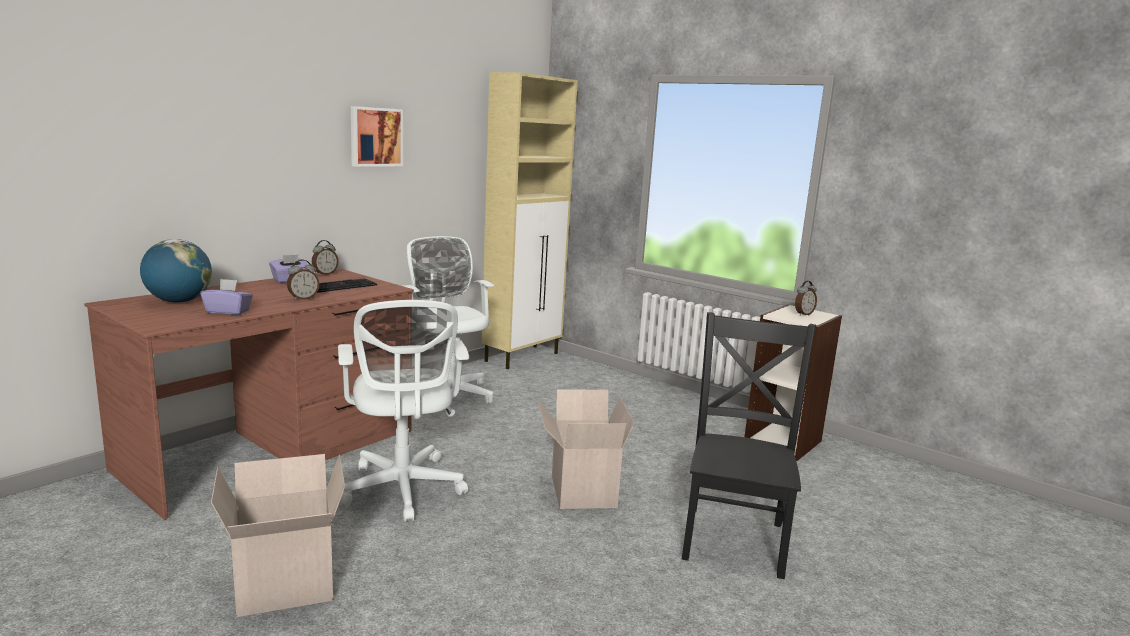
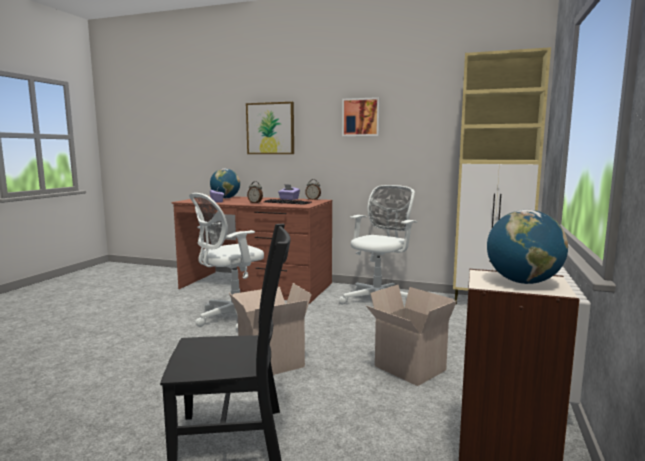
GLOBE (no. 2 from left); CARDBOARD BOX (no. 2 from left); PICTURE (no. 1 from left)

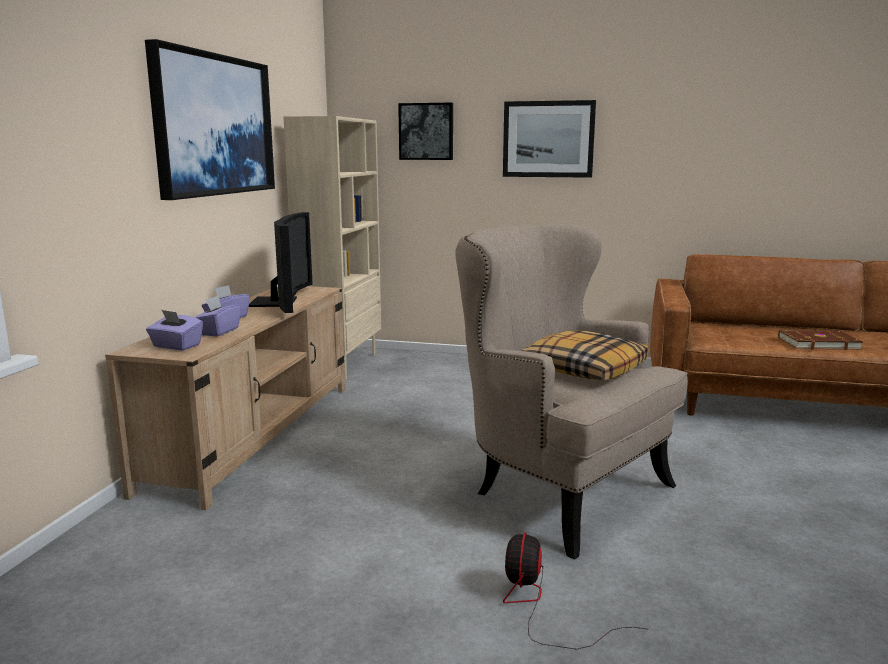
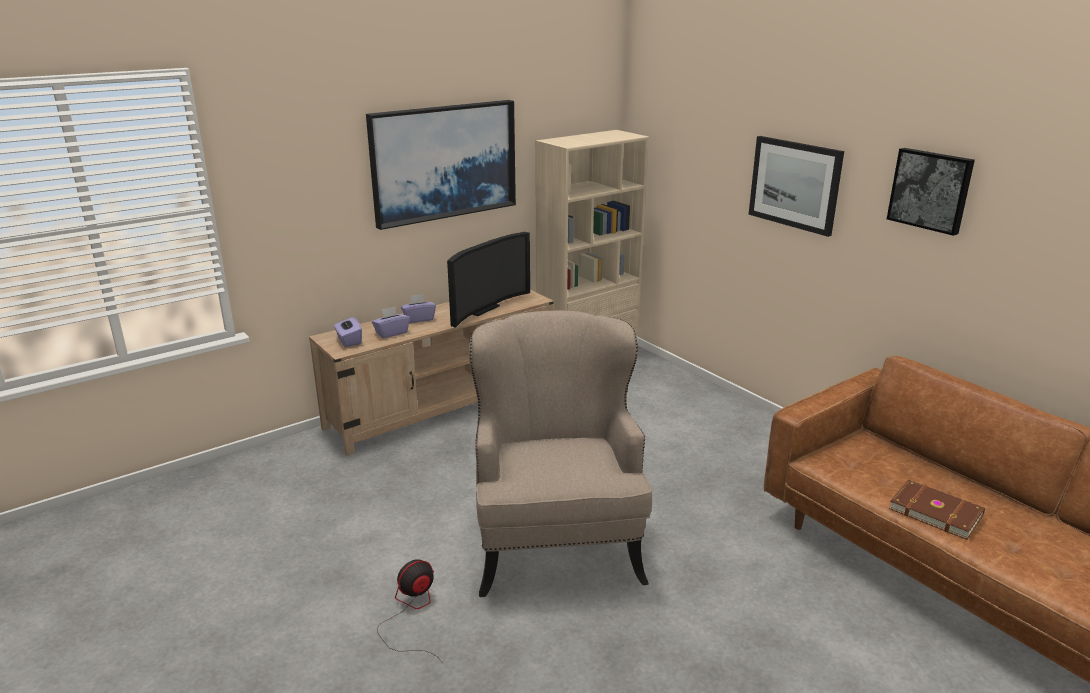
PICTURE (no. 3 from left); PILLOW

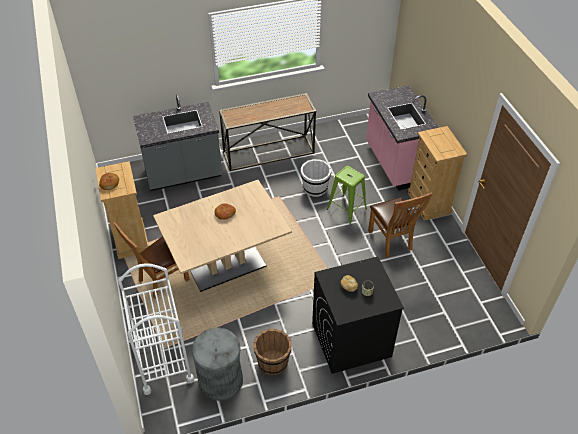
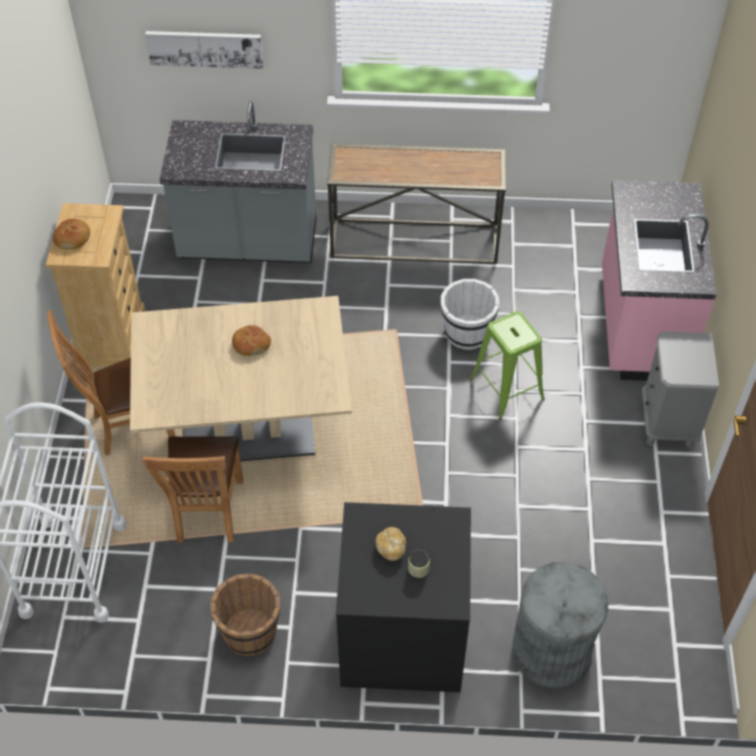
GREY NIGHTSTAND; BROWN CHAIR (no. 2 from left); GREY TRASH CAN; PICTURE

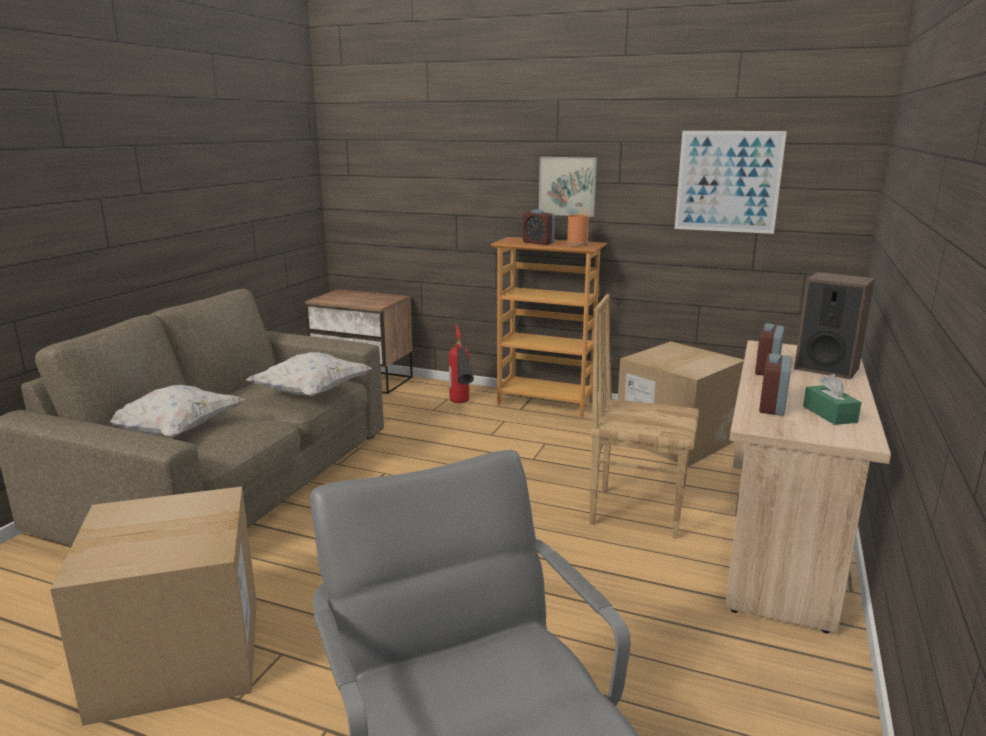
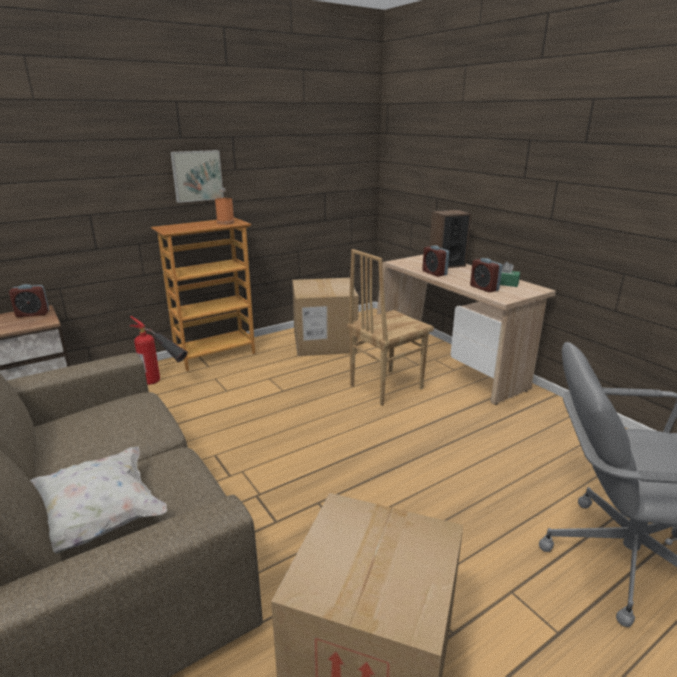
PICTURE (no. 2 from left in the first image); ALARM CLOCK (no. 1 from left); WHITE PILLOW (no. 2 from left in the first image)

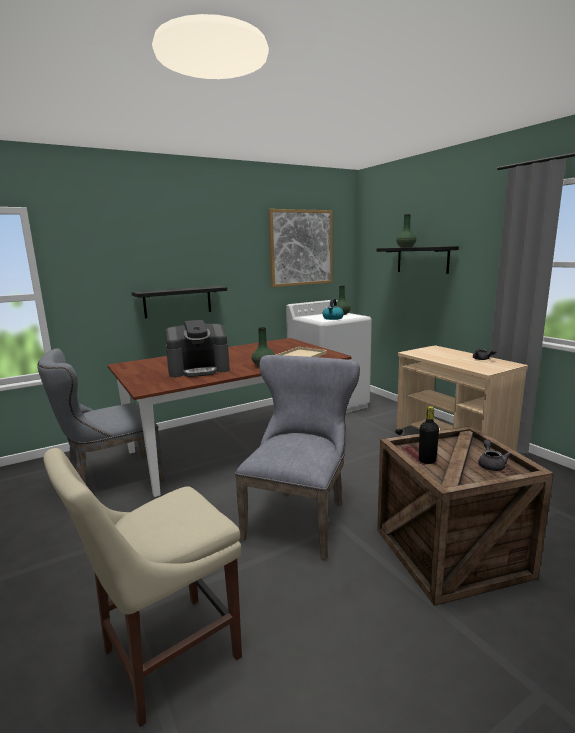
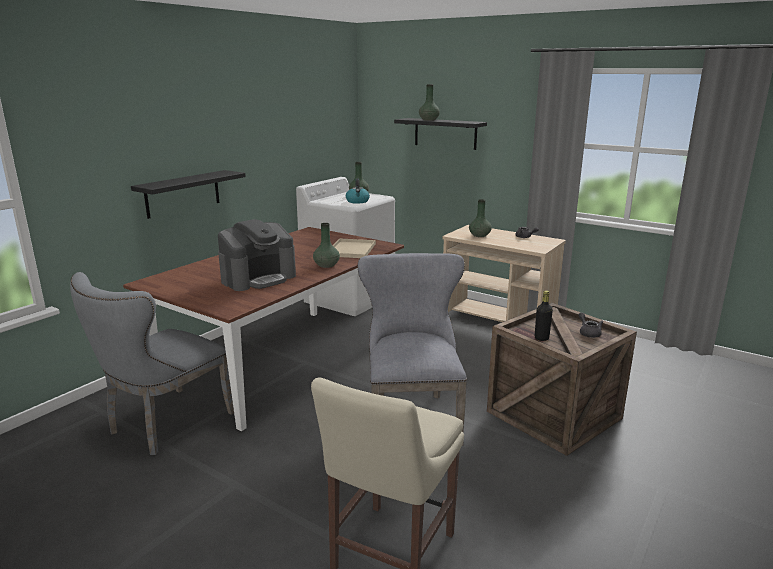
PICTURE; GREEN VASE (no. 4 from left)

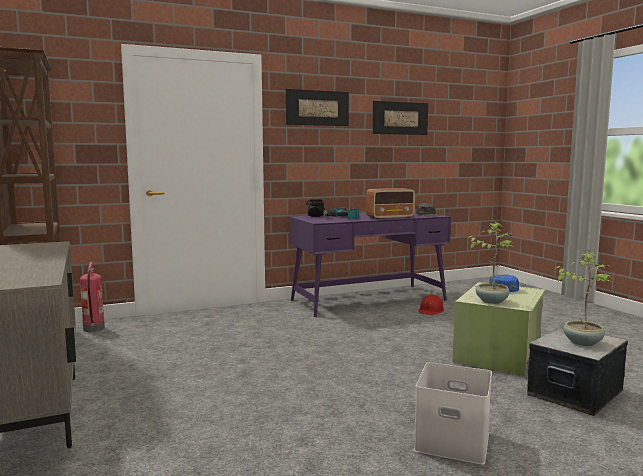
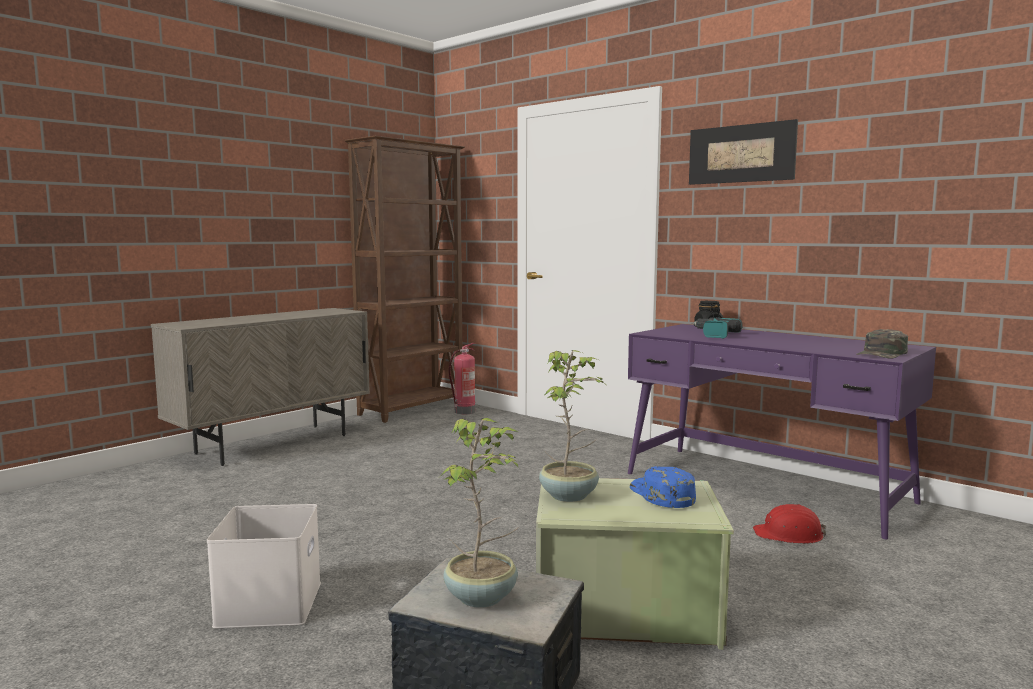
PICTURE (no. 2 from left in the first image); RADIO

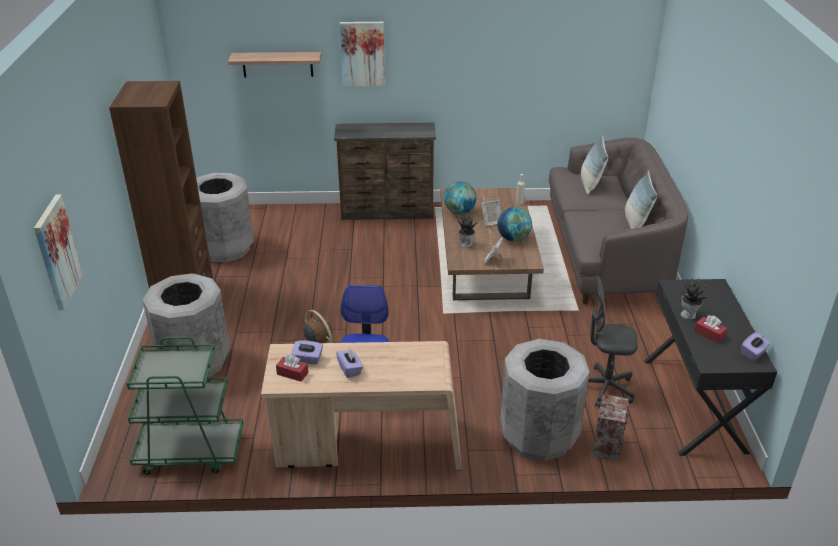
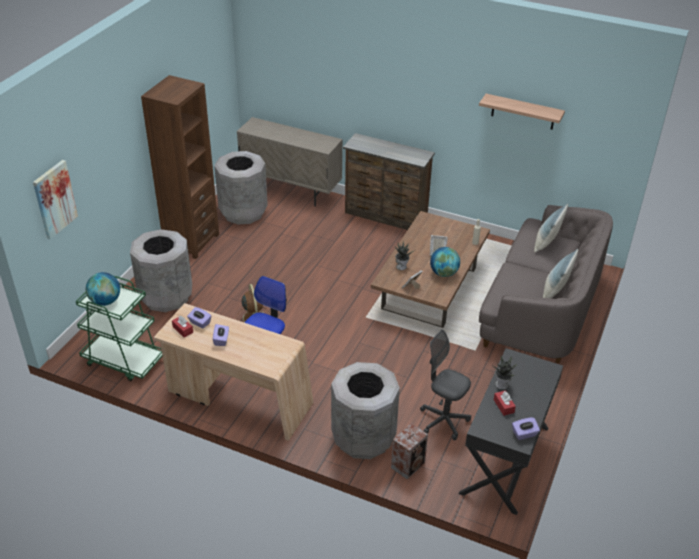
PICTURE (no. 2 from left in the first image); SHELF; GLOBE (no. 1 from left); BEIGE CABINET

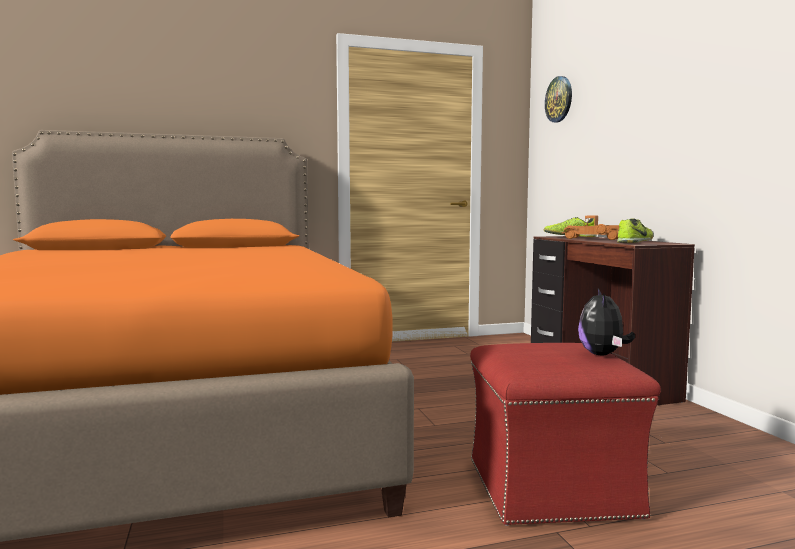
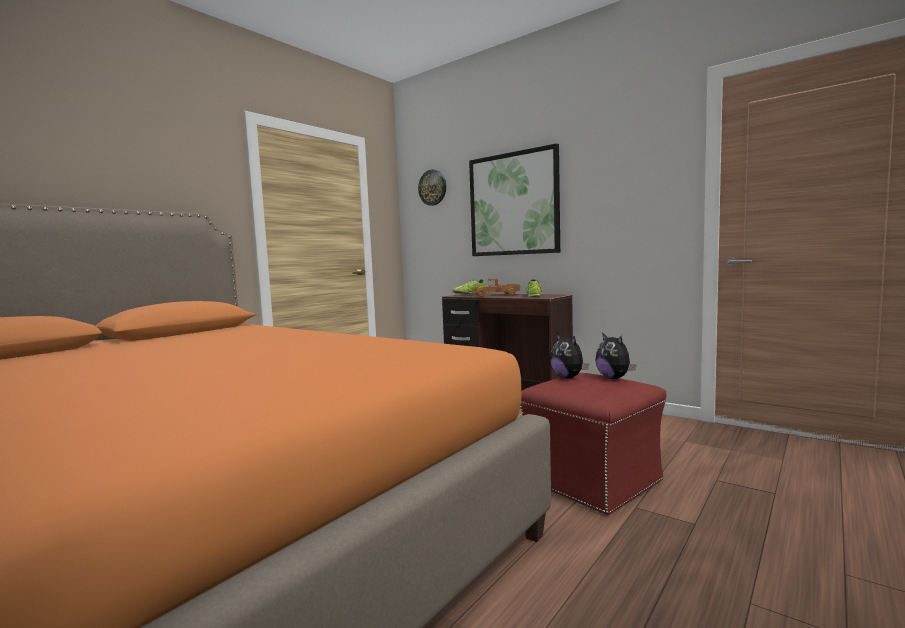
PICTURE; PLUSH TOY (no. 1 from left)

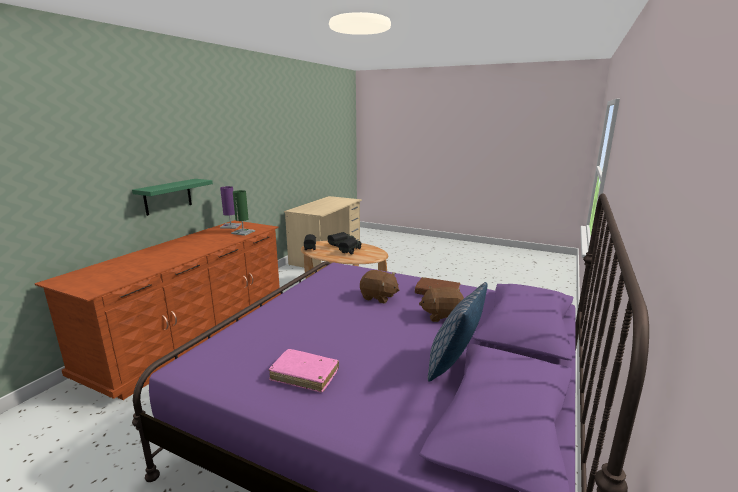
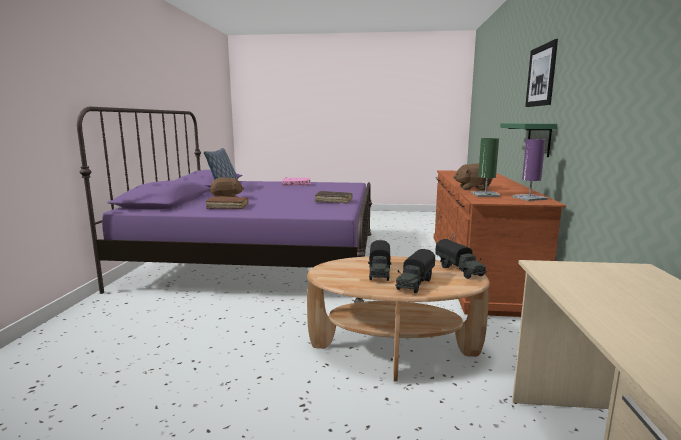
BROWN PLUSH TOY (no. 2 from left); PICTURE; BROWN BOOK (no. 2 from left)

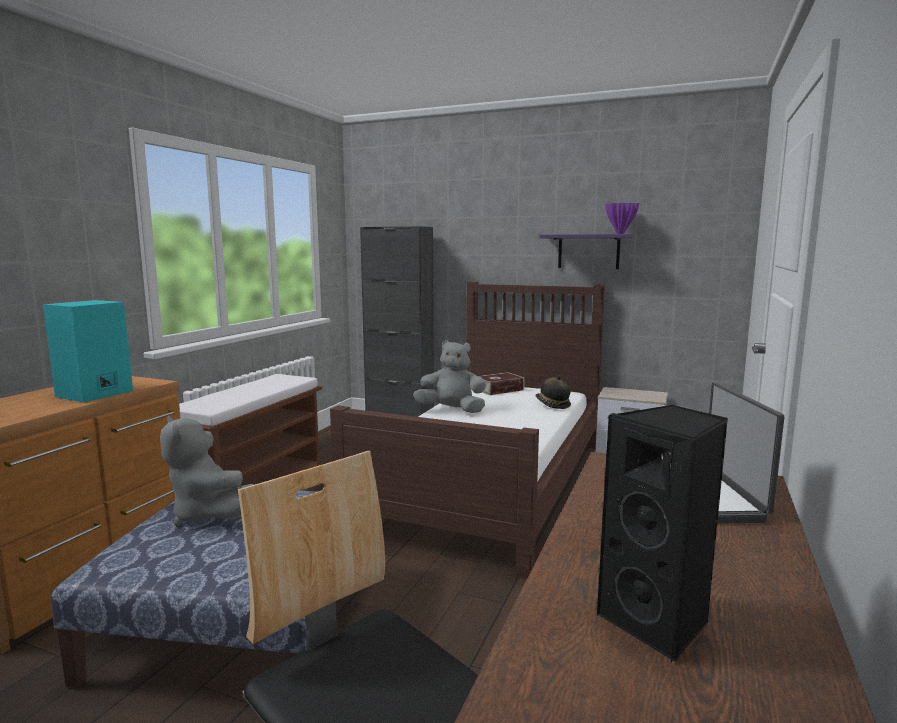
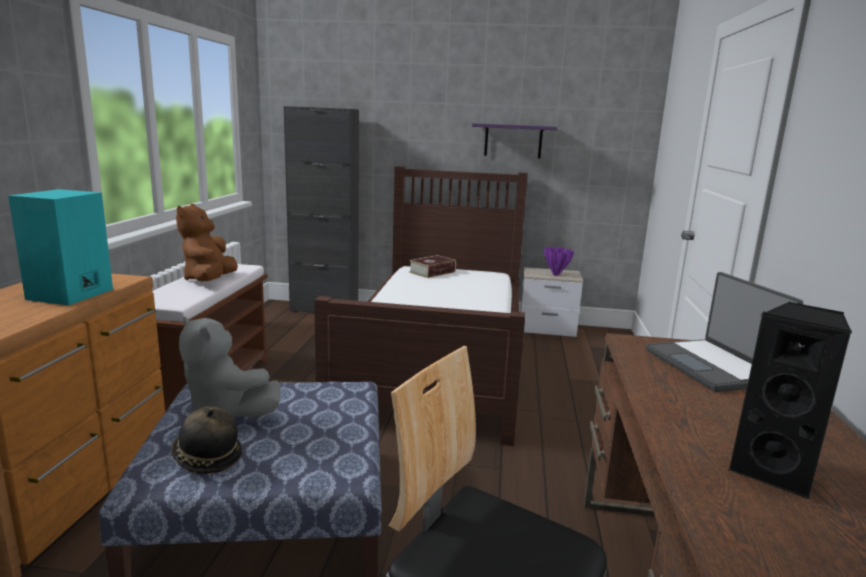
PURPLE VASE; GREY PLUSH TOY (no. 2 from left in the first image); HAT; BROWN PLUSH TOY

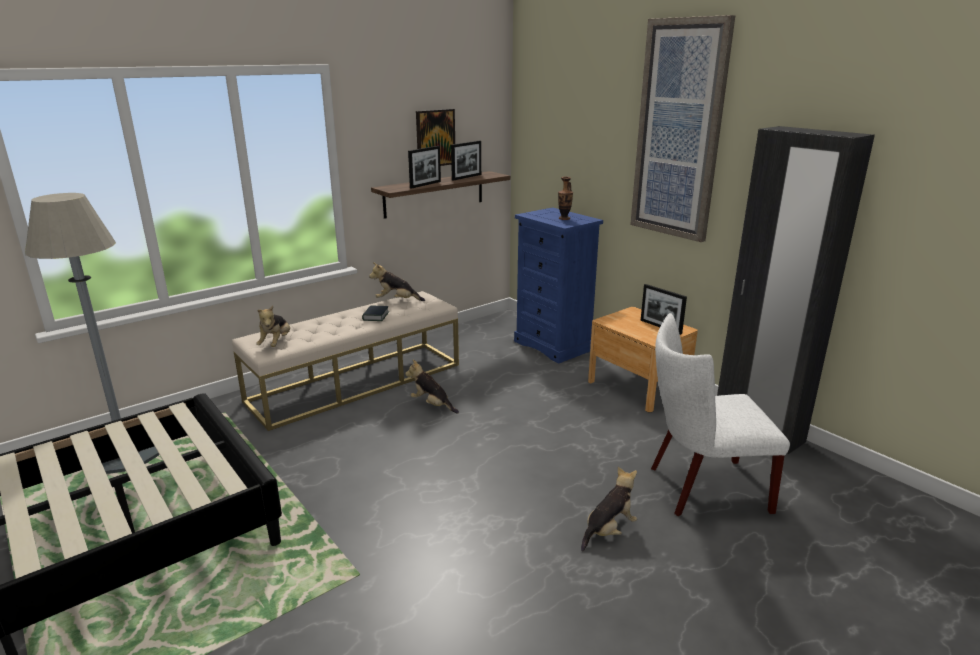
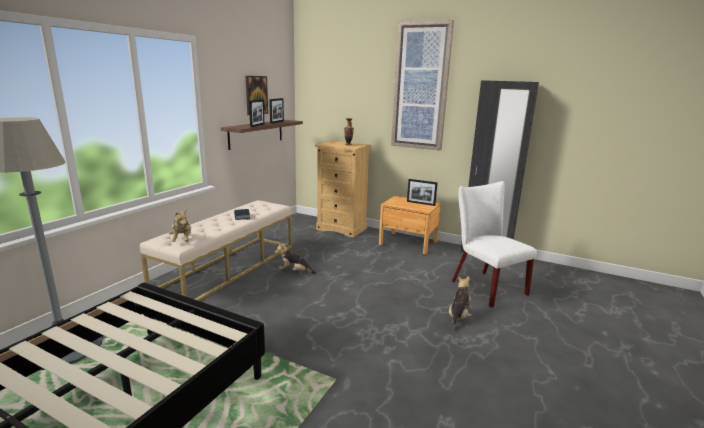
BEIGE DRESSER; PLUSH TOY (no. 2 from left in the first image); WHITE CHAIR

